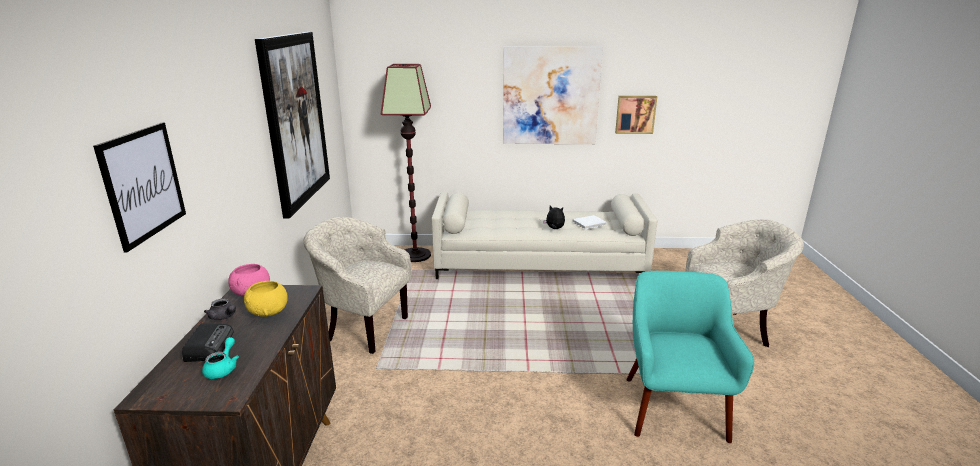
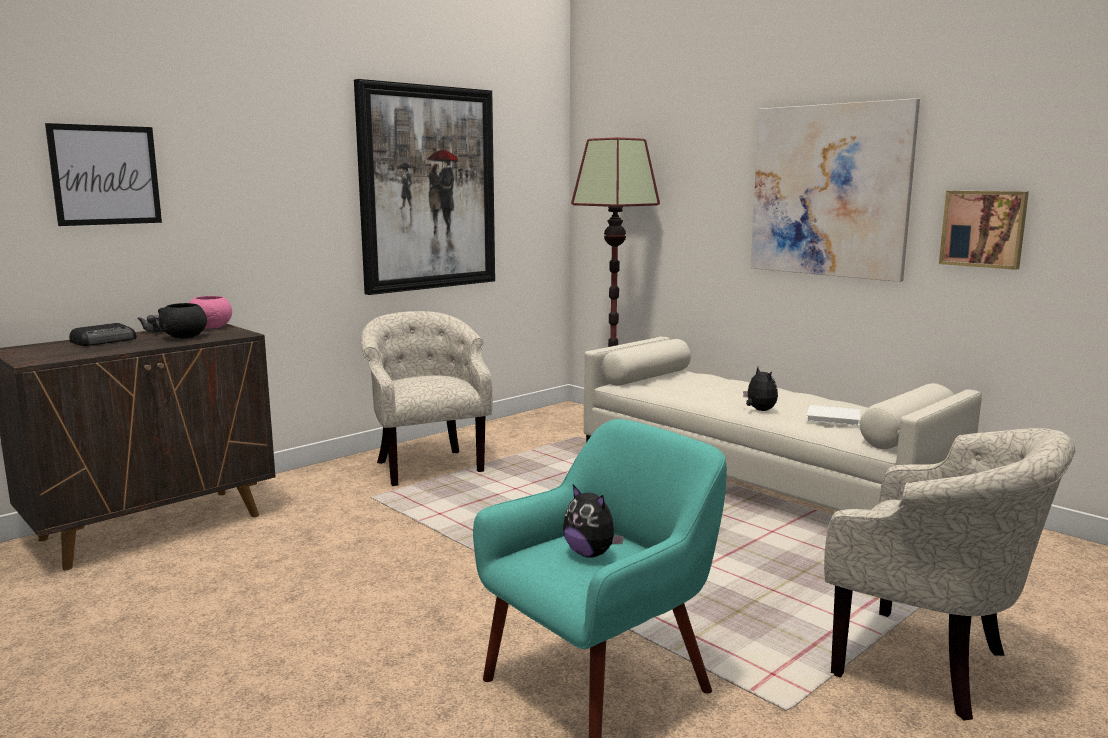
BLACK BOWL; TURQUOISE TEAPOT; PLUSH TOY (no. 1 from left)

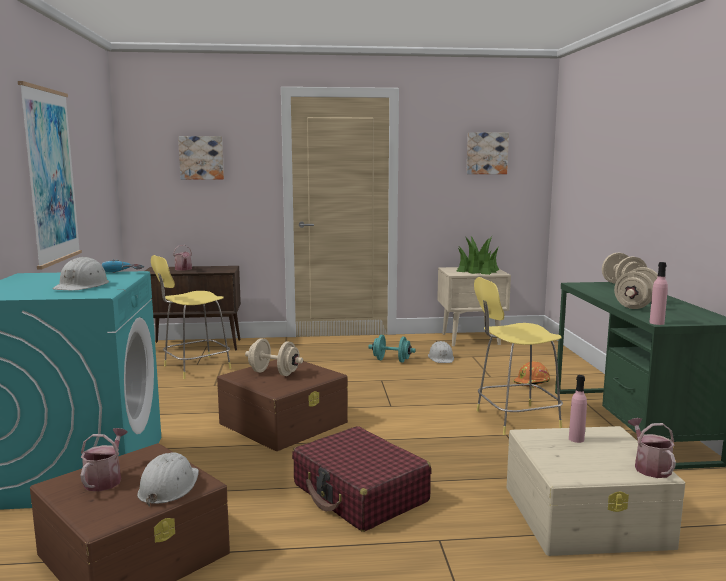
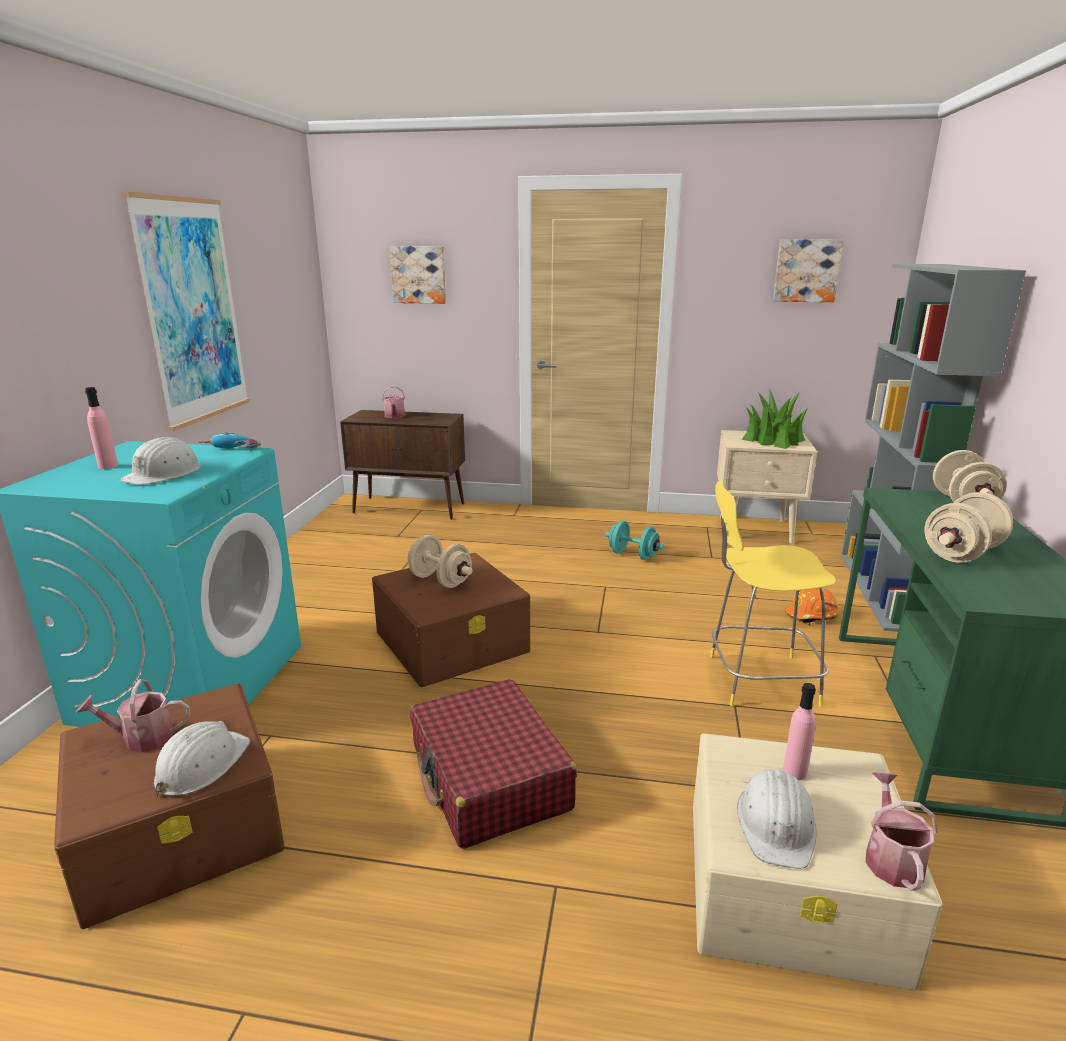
YELLOW STOOL (no. 1 from left in the first image); PINK BOTTLE (no. 1 from left); WHITE HARD HAT (no. 3 from left); WATERING CAN (no. 1 from left); GREY BOOKCASE

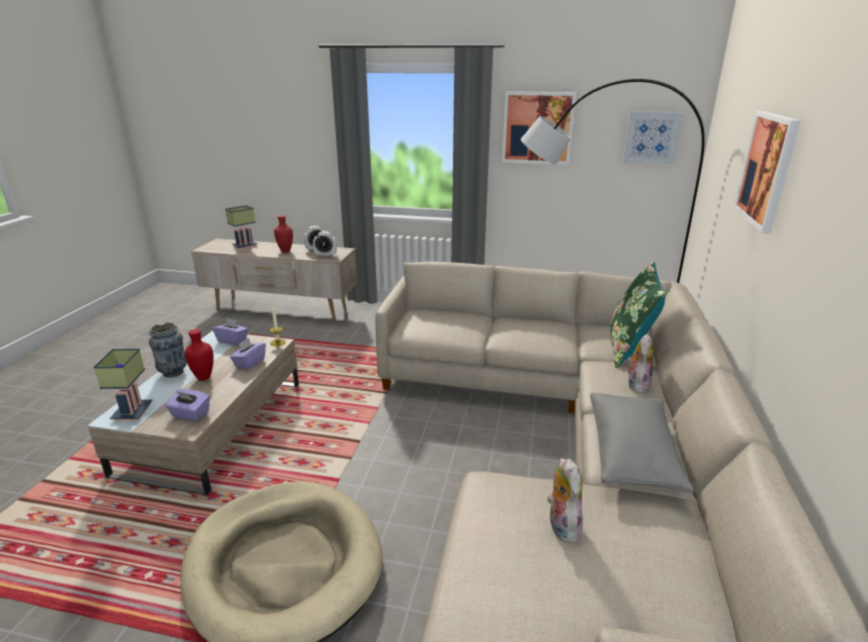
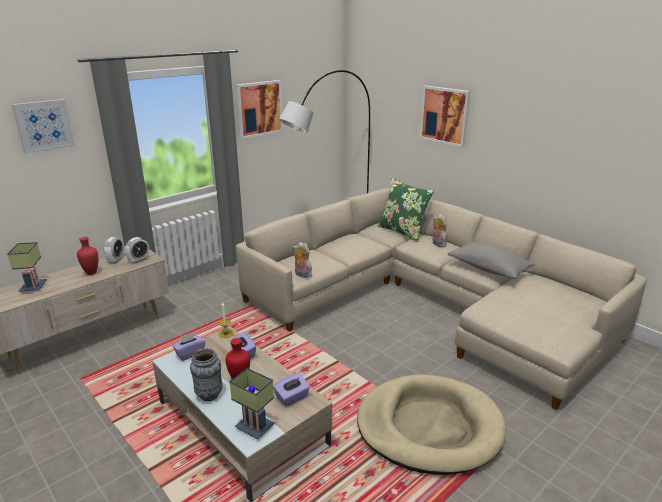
PICTURE (no. 1 from left); PLUSH TOY (no. 1 from left)

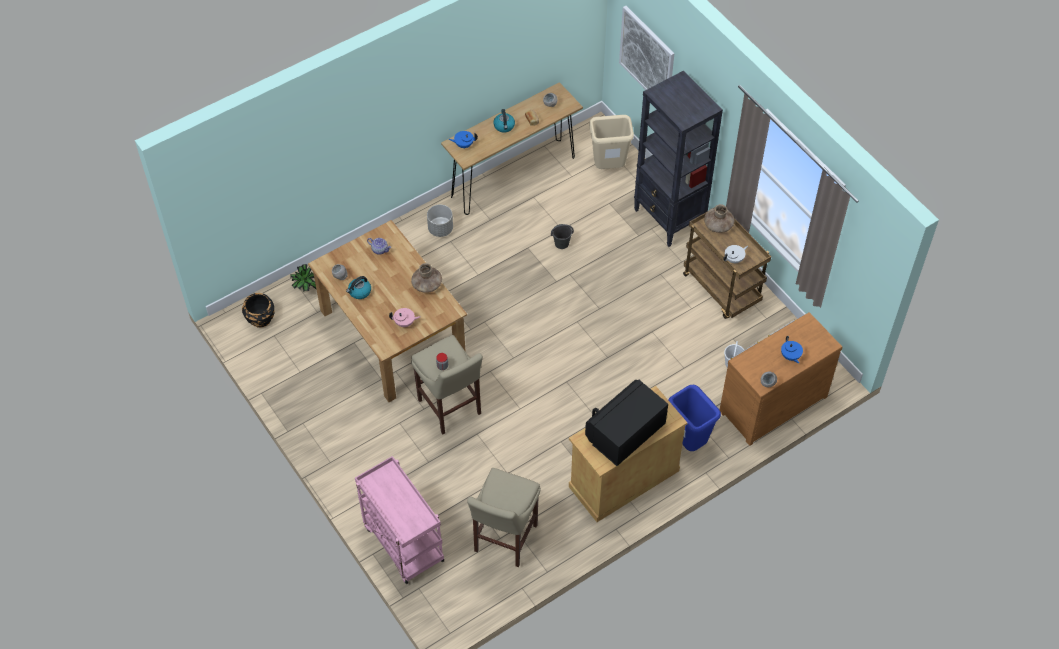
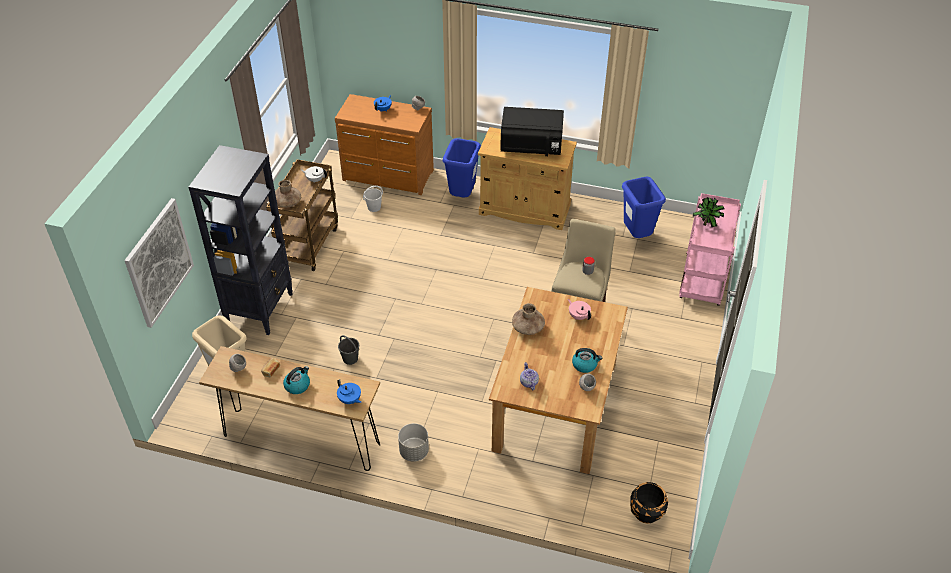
POTTED PLANT; BLUE TRASH CAN (no. 2 from left)

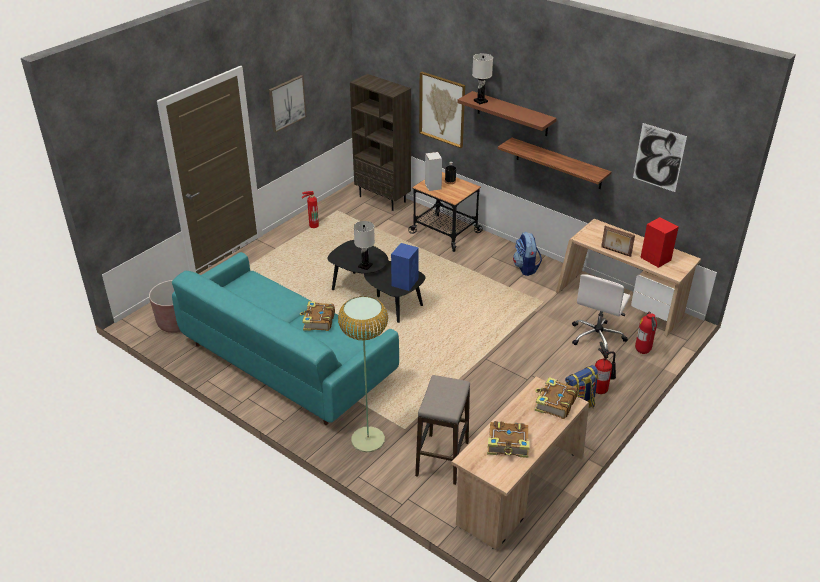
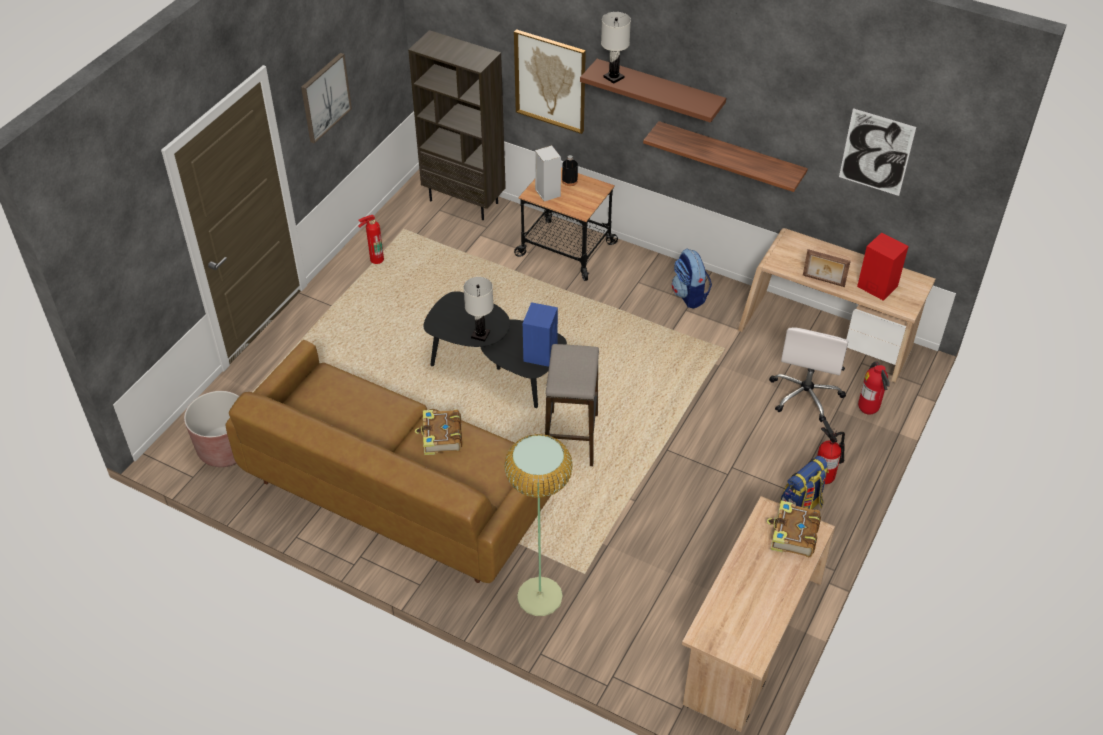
BROWN SOFA; STOOL; BOOK (no. 2 from left in the first image)

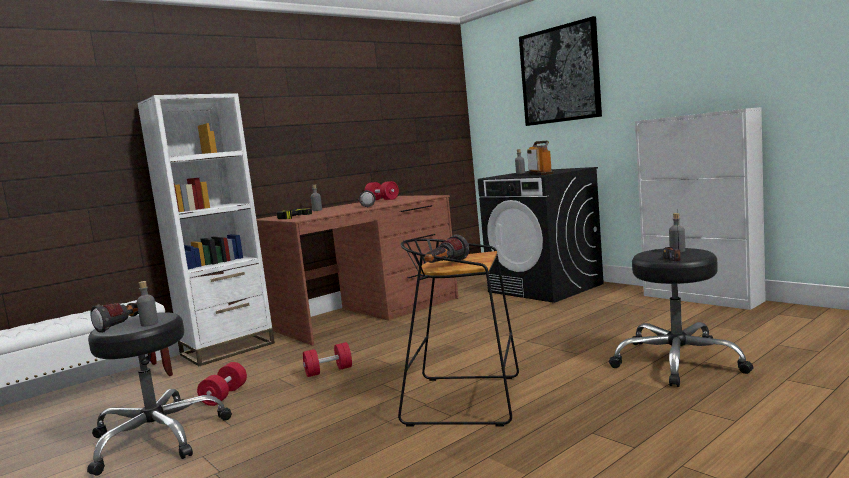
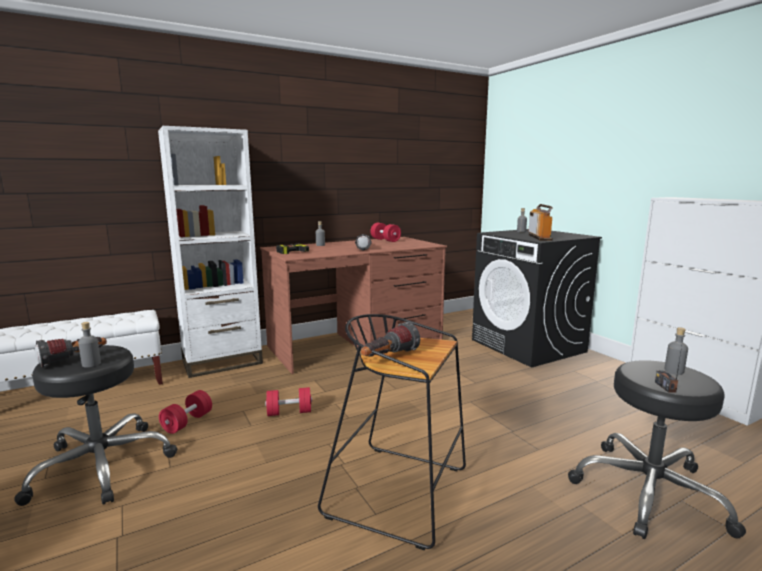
PICTURE

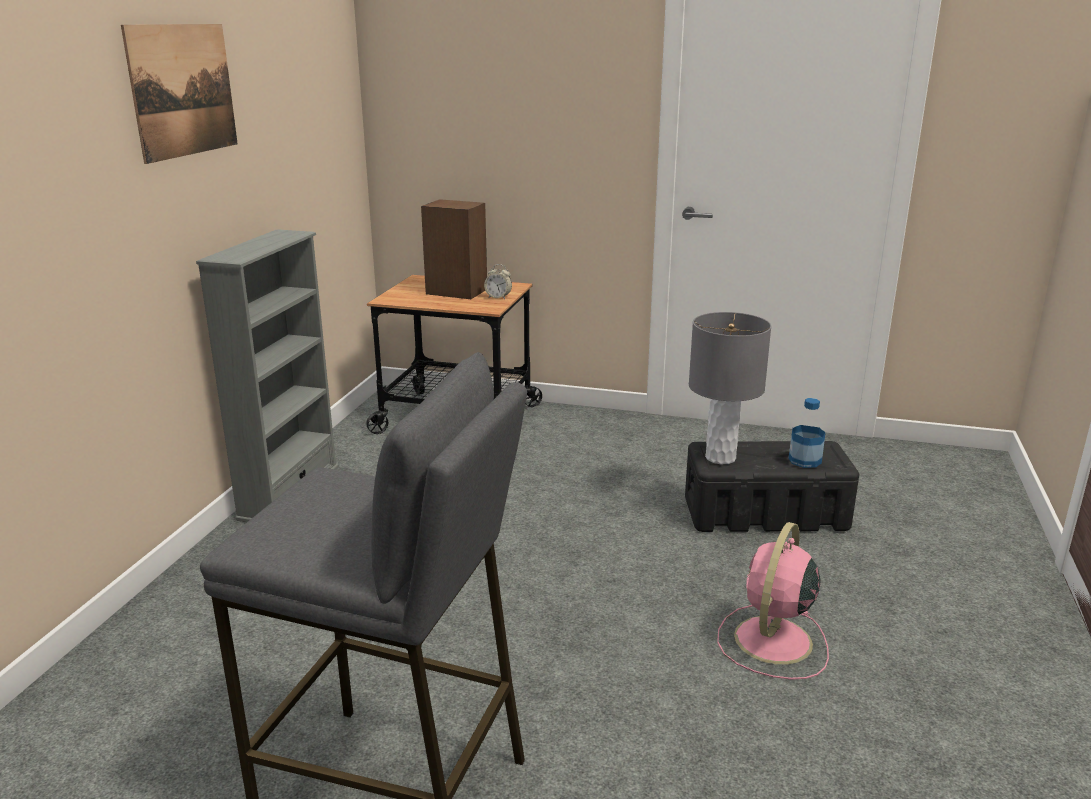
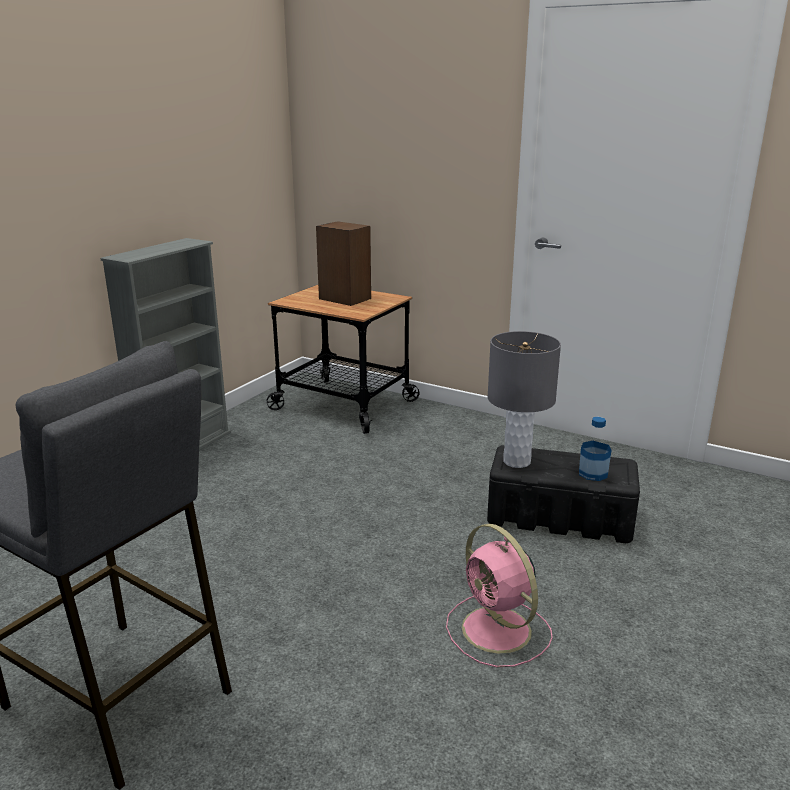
PICTURE; ALARM CLOCK; PINK FAN

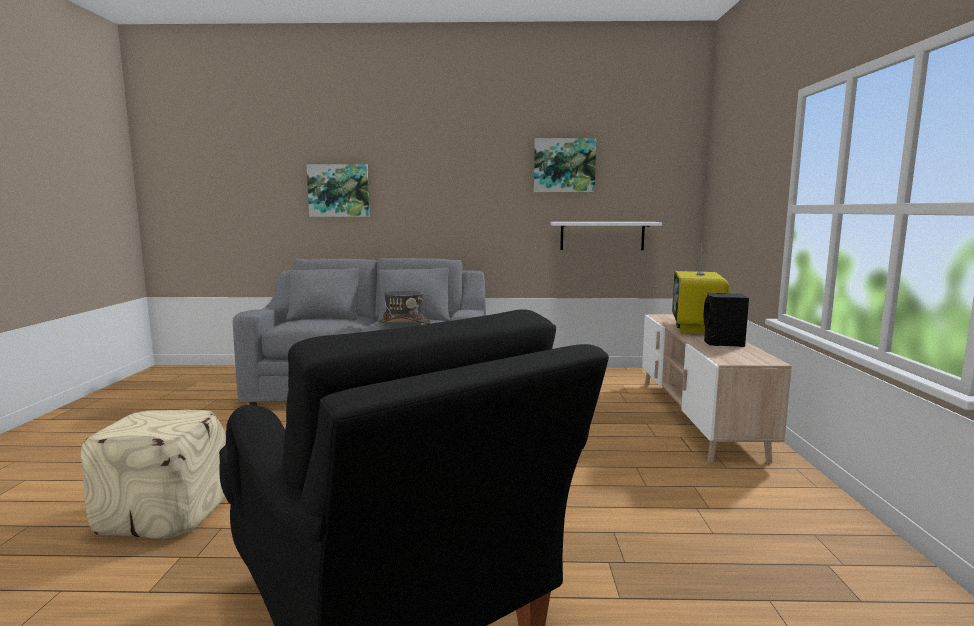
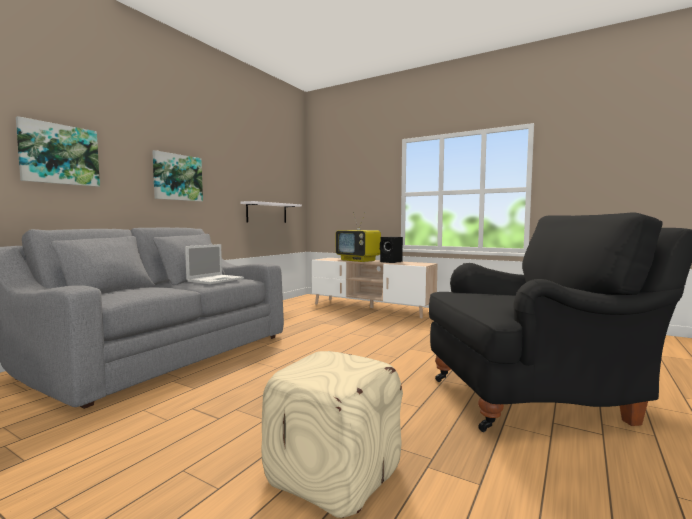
PICTURE (no. 2 from left); LAPTOP

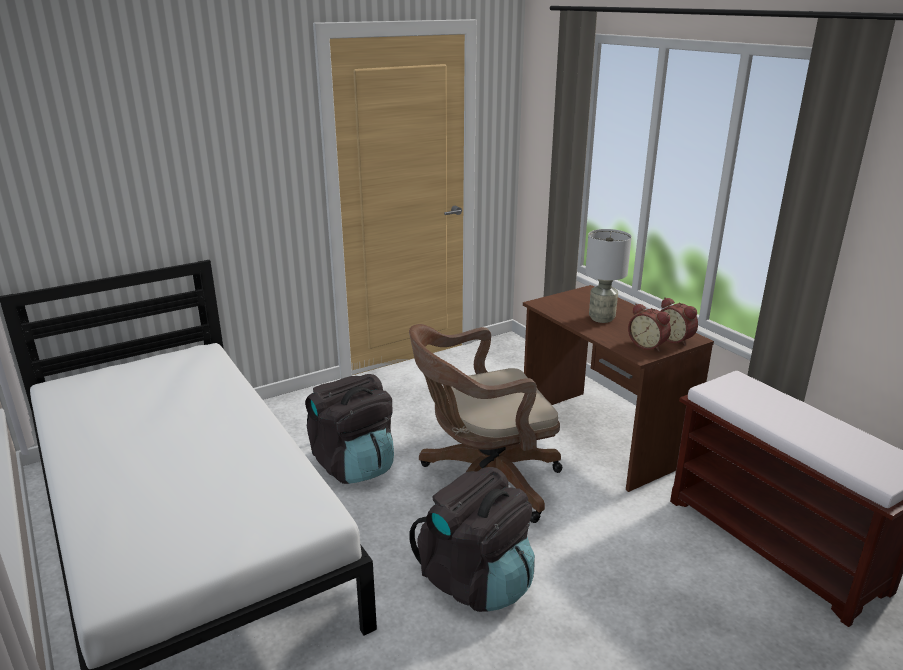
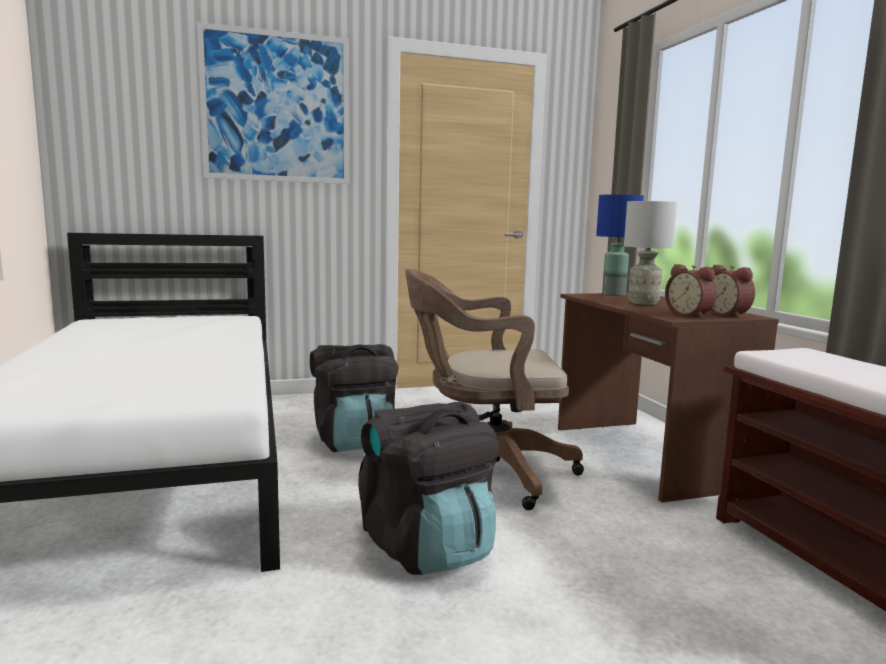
PICTURE; BLUE TABLE LAMP

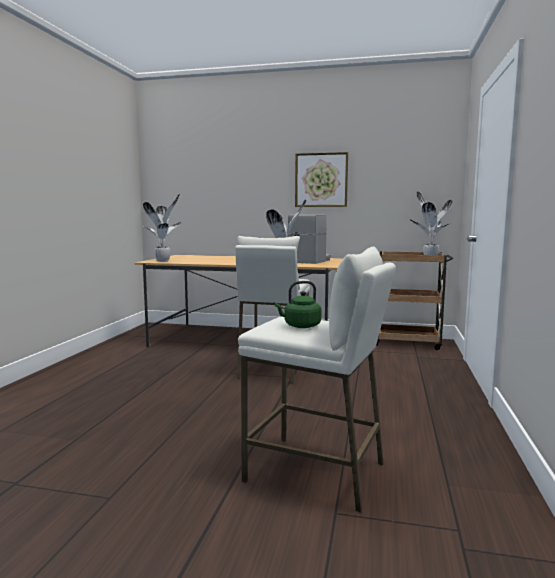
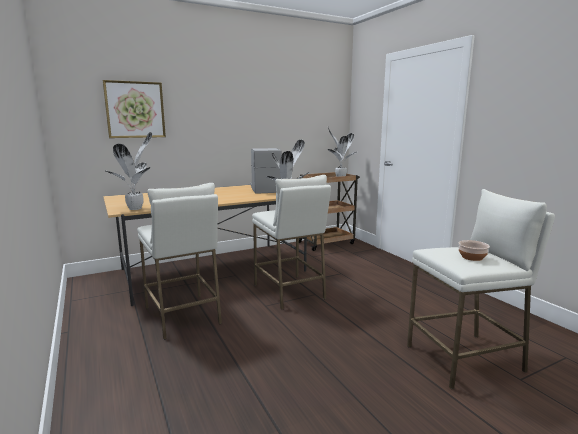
PICTURE; BOWL; WHITE STOOL (no. 1 from left)

